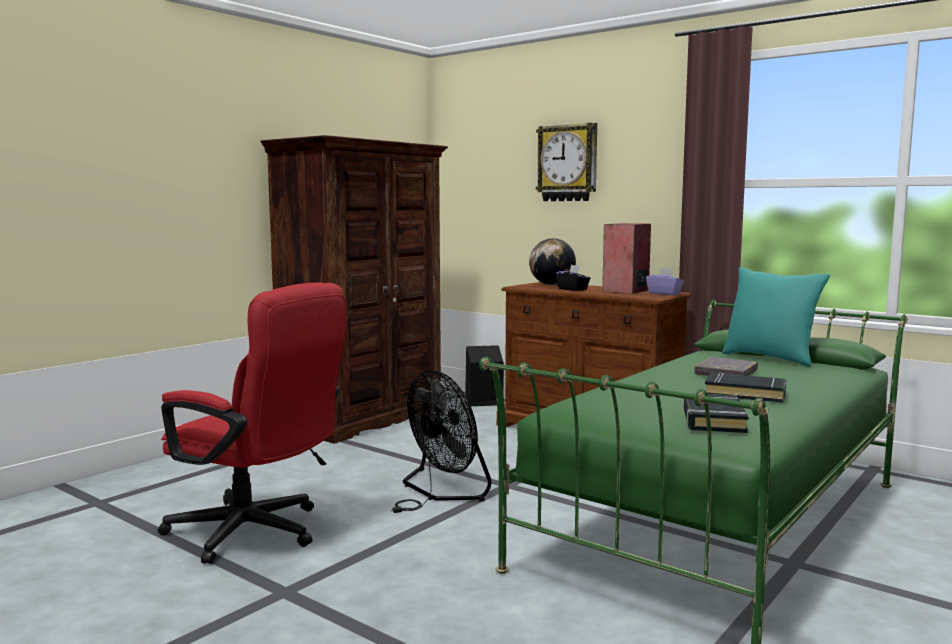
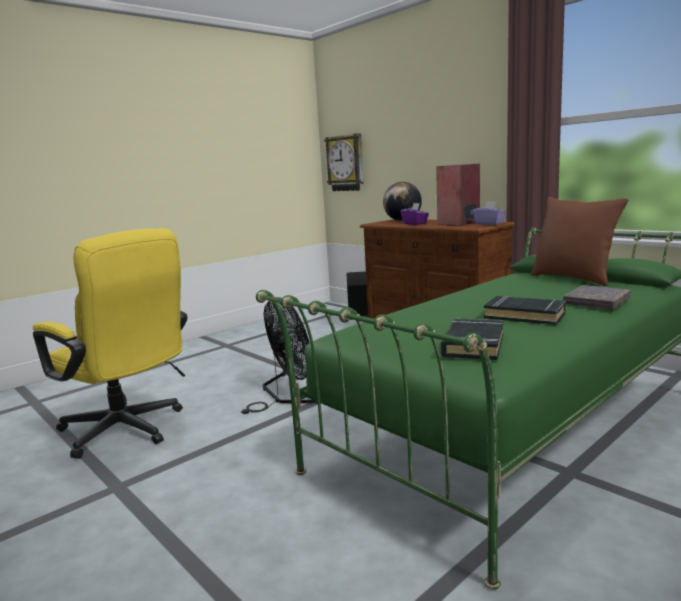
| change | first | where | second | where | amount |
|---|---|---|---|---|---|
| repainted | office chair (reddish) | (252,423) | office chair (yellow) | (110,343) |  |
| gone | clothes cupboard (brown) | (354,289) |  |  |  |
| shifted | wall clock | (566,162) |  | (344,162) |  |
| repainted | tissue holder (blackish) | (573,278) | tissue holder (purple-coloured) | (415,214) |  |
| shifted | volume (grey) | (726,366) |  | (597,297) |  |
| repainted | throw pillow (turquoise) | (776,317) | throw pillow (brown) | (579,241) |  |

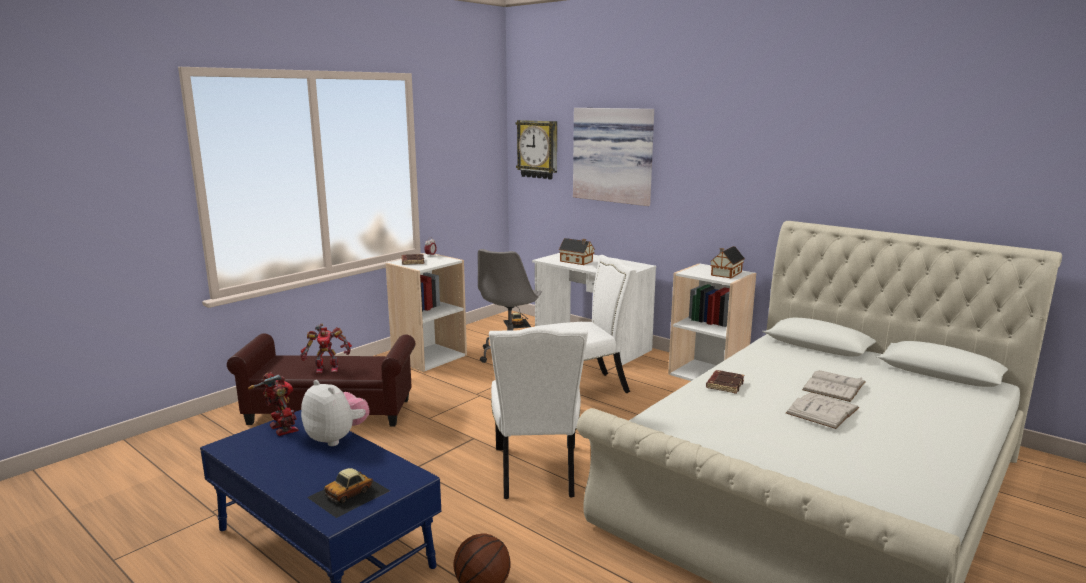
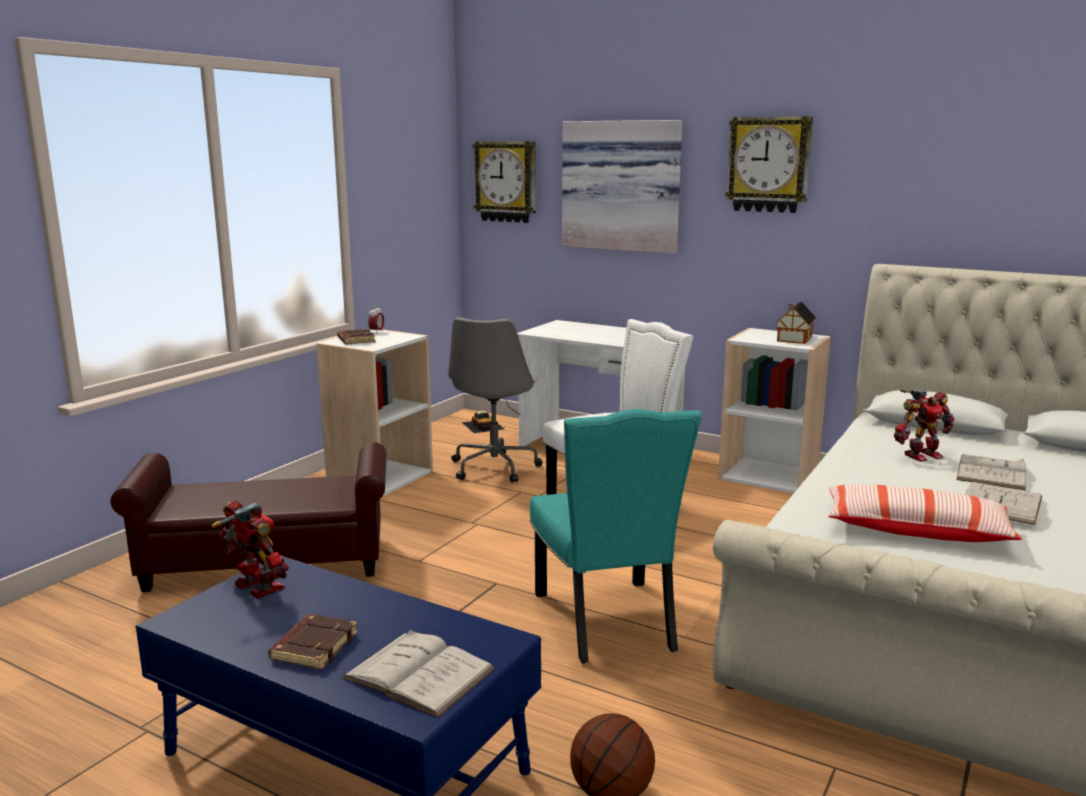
| change | first | where | second | where | amount |
|---|---|---|---|---|---|
| shifted | model robot | (326,348) |  | (924,425) |  |
| gone | soft toy | (335,413) |  |  |  |
| swapped | model car | (348,493) | volume (white) | (418,674) |  |
| repainted | plain chair (white) | (538,412) | plain chair (turquoise) | (615,536) |  |
| gone | miniature house | (577,251) |  |  |  |
| shifted | volume (brown) | (725,382) |  | (313,642) |  |
| new |  |  | wall clock | (769,164) |  |
| new |  |  | throw pillow | (925,513) |  |

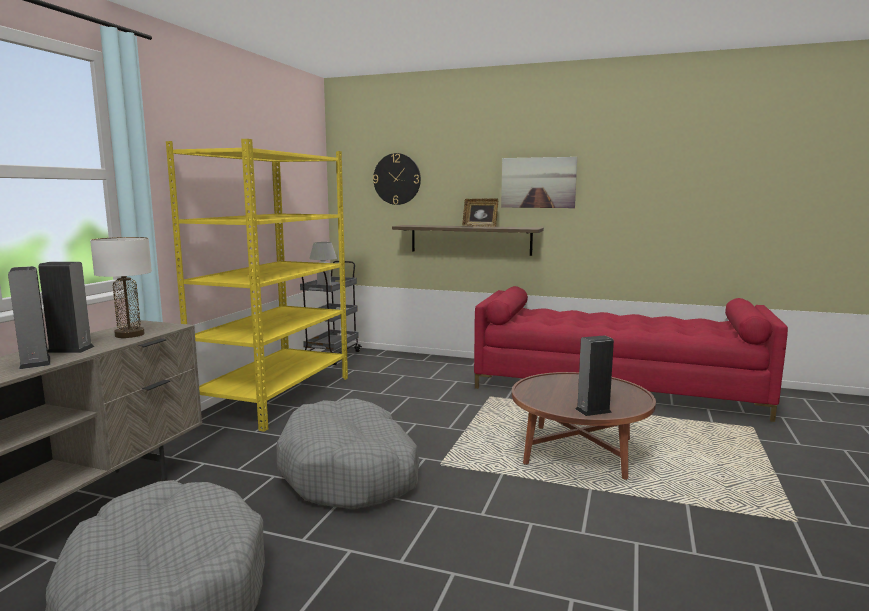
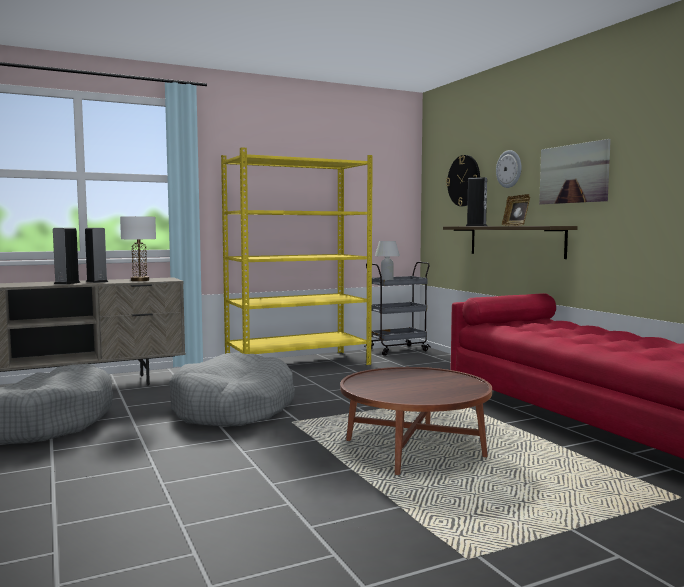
| change | first | where | second | where | amount |
|---|---|---|---|---|---|
| shifted | audio speaker | (594,375) |  | (476,201) |  |
| new |  |  | wall clock | (508,169) |  |

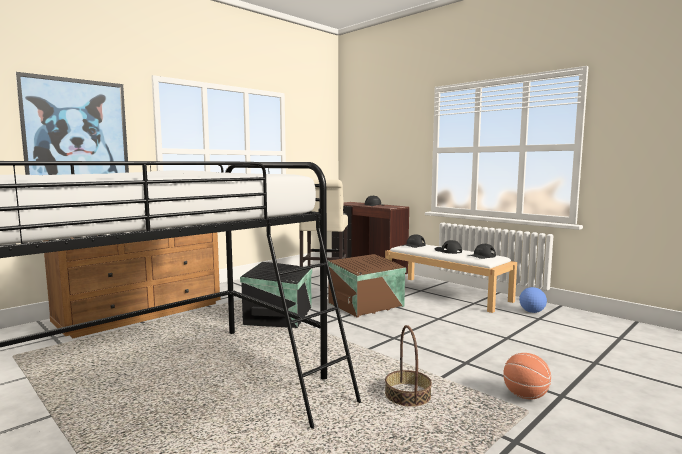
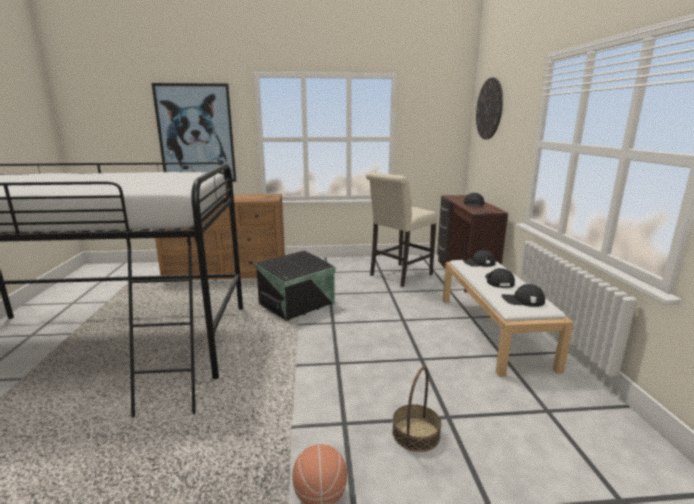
| change | first | where | second | where | amount |
|---|---|---|---|---|---|
| gone | storage container (brown) | (367,286) |  |  |  |
| shifted | storage basket | (408,366) |  | (417,409) |  |
| gone | ball for football | (533,300) |  |  |  |
| new |  |  | wall clock | (489,108) |  |

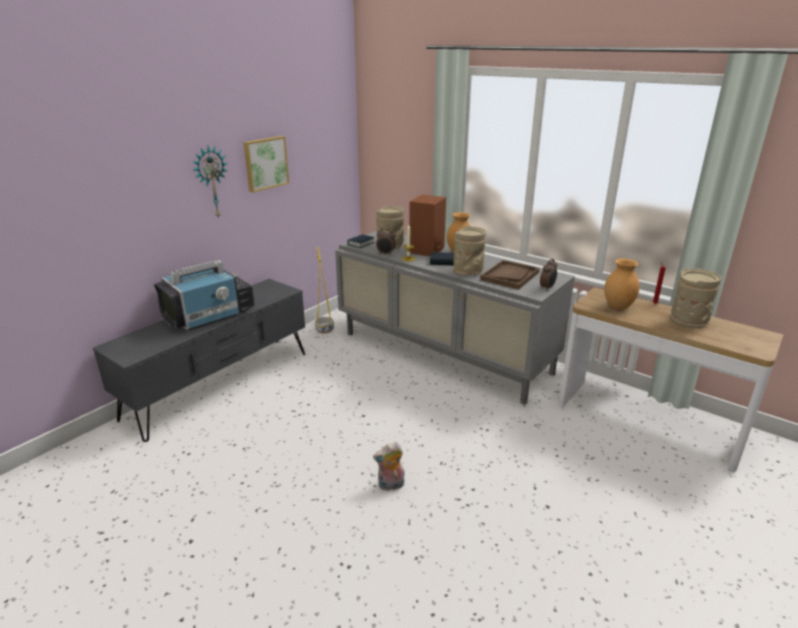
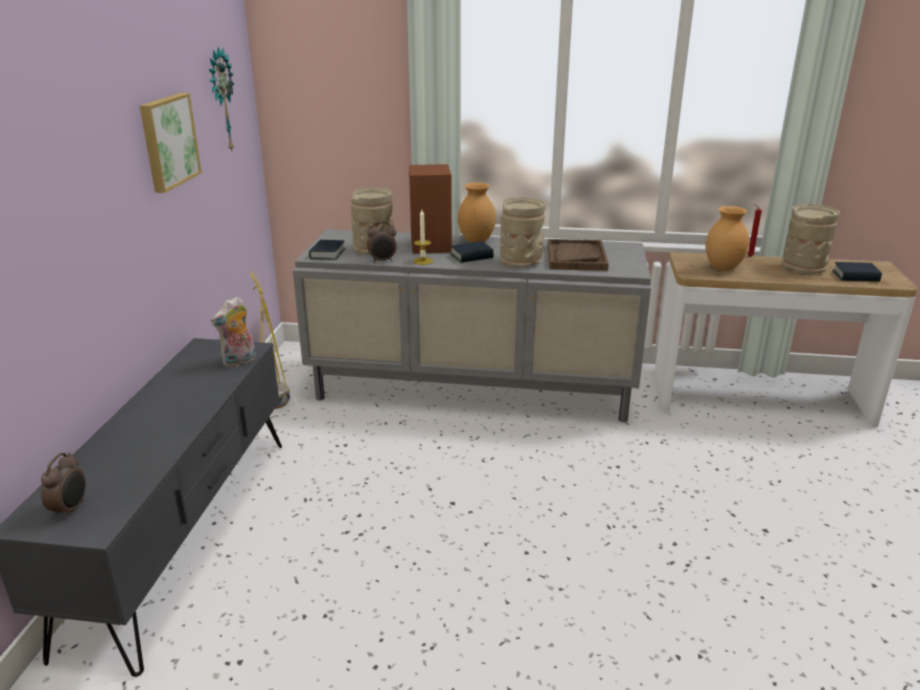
| change | first | where | second | where | amount |
|---|---|---|---|---|---|
| gone | television | (204,295) |  |  |  |
| shifted | wall clock | (210,182) |  | (221,99) |  |
| shifted | soft toy | (389,466) |  | (233,332) |  |
| shifted | alarm clock | (548,275) |  | (63,485) |  |
| new |  |  | volume | (857,272) |  |

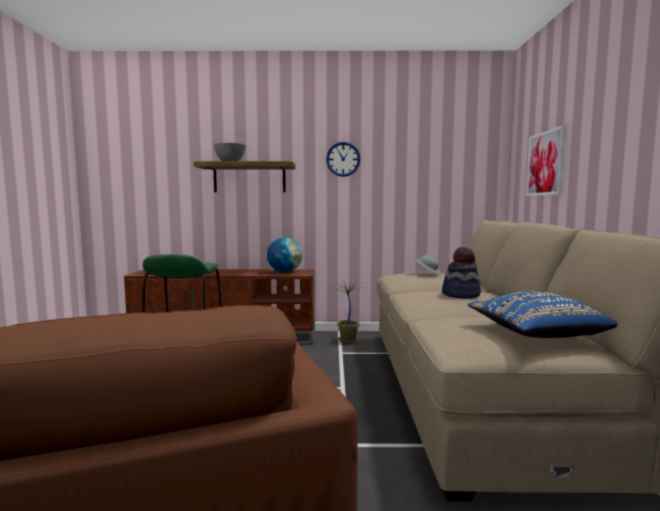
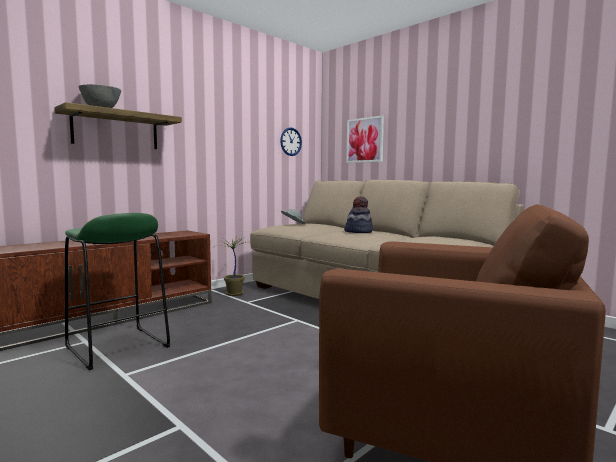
| change | first | where | second | where | amount |
|---|---|---|---|---|---|
| gone | globe | (284,255) |  |  |  |
| shifted | wall clock | (343,159) |  | (291,141) |  |
| gone | throw pillow (blue) | (542,314) |  |  |  |

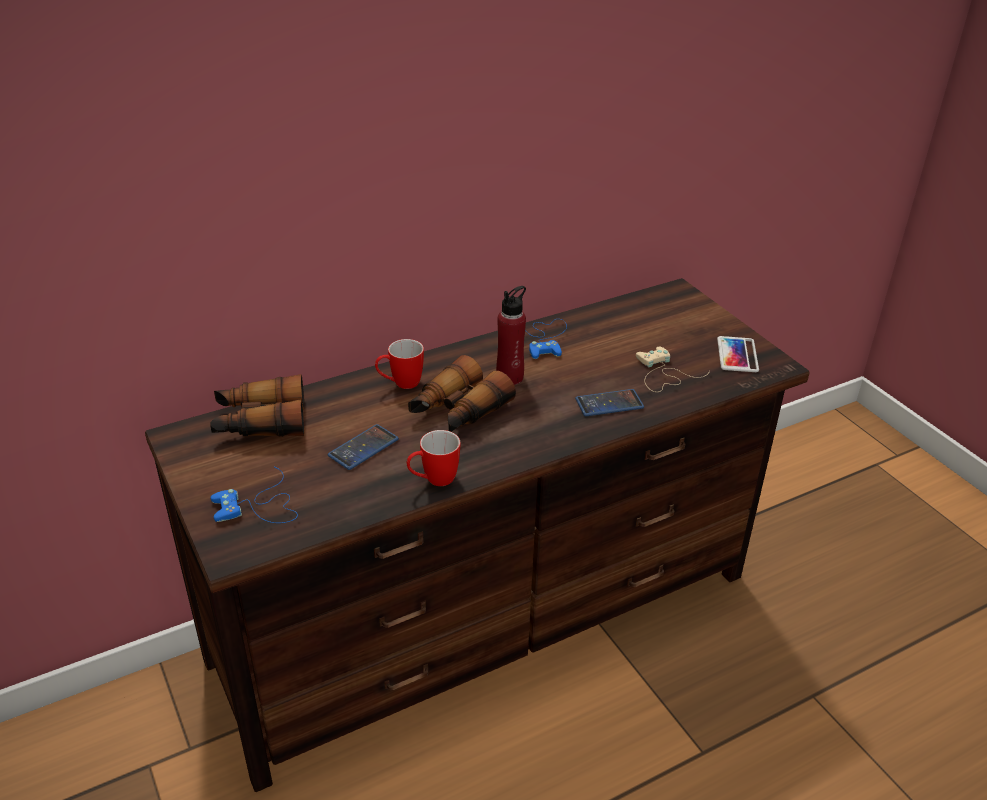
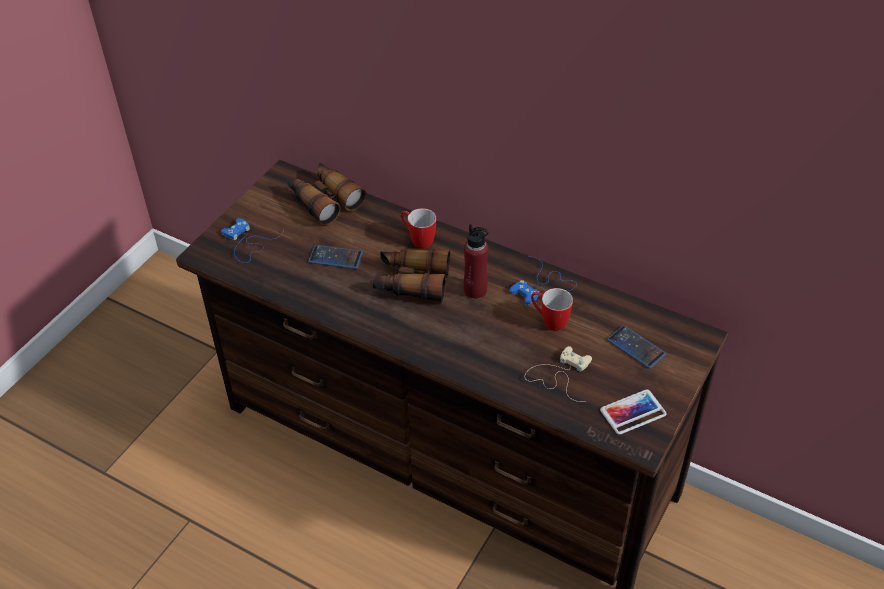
| change | first | where | second | where | amount |
|---|---|---|---|---|---|
| shifted | tea mug | (433,458) |  | (552,309) |  |
| shifted | telephone | (609,402) |  | (636,347) |  |

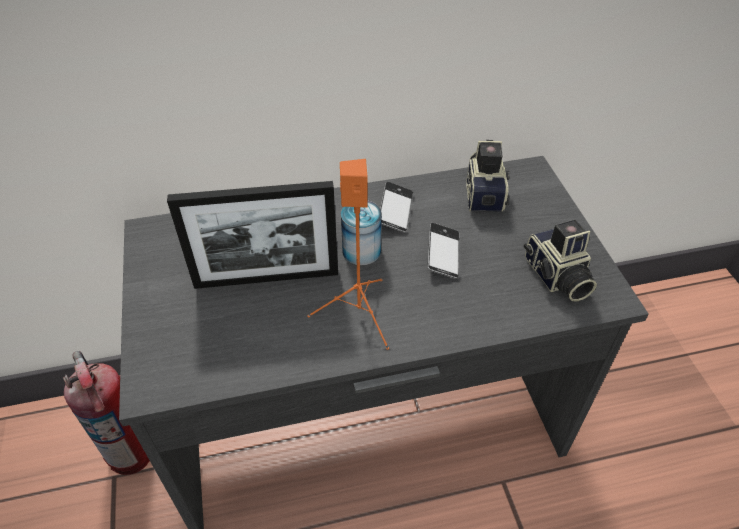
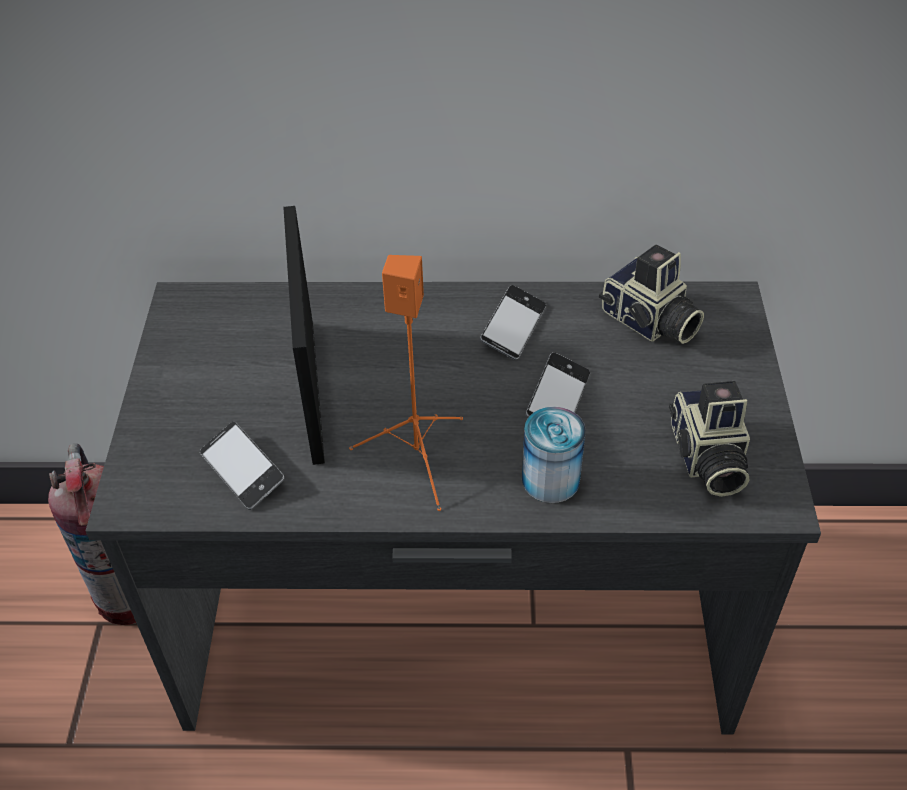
| change | first | where | second | where | amount |
|---|---|---|---|---|---|
| rotated | picture frame | (252,235) |  | (304,335) | 75 degrees clockwise |
| shifted | metal can | (361,233) |  | (554,455) |  |
| rotated | photo camera | (487,176) |  | (651,294) | 120 degrees clockwise |
| new |  |  | telephone | (242,466) |  |

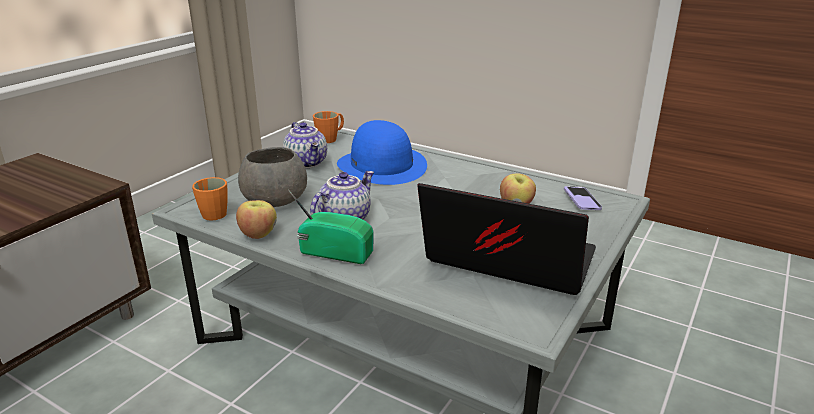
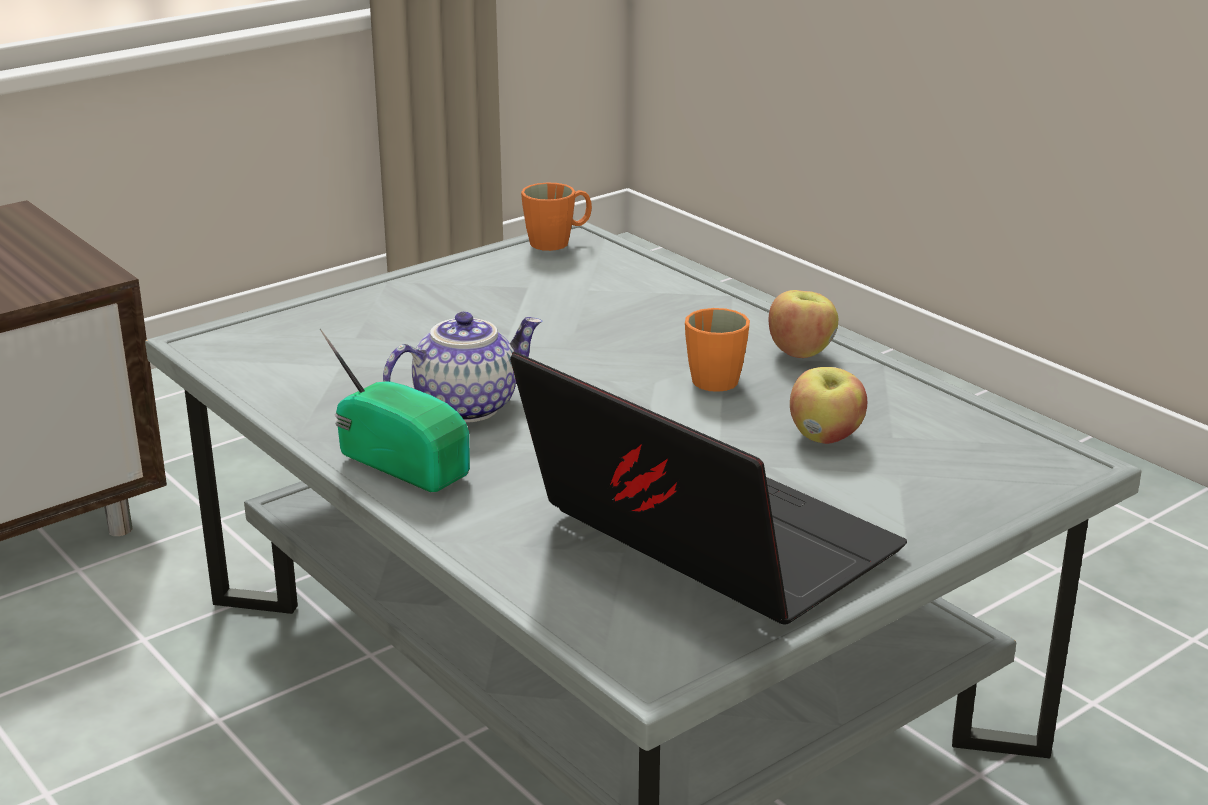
| change | first | where | second | where | amount |
|---|---|---|---|---|---|
| shifted | tea mug (orange-coloured) | (209,199) |  | (717,350) |  |
| shifted | whole apple | (256,219) |  | (803,324) |  |
| gone | serving bowl (grey) | (272,177) |  |  |  |
| gone | tea pot | (305,145) |  |  |  |
| gone | clothing hat (blue) | (382,152) |  |  |  |
| gone | telephone | (583,198) |  |  |  |

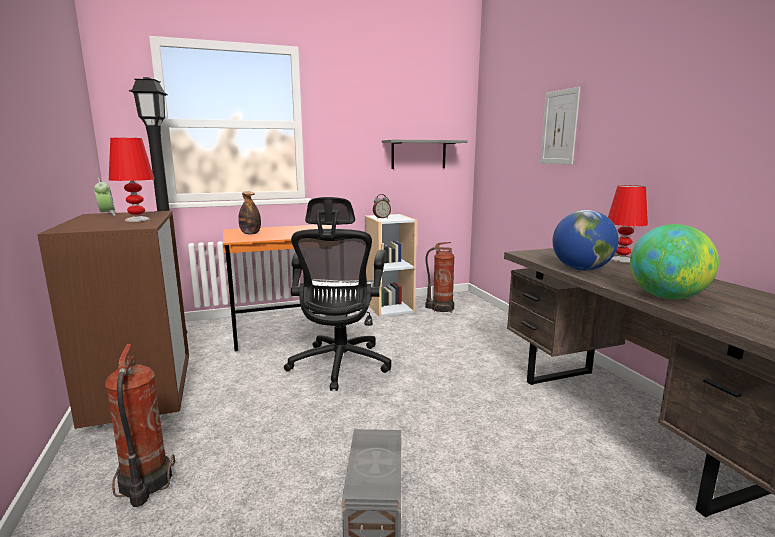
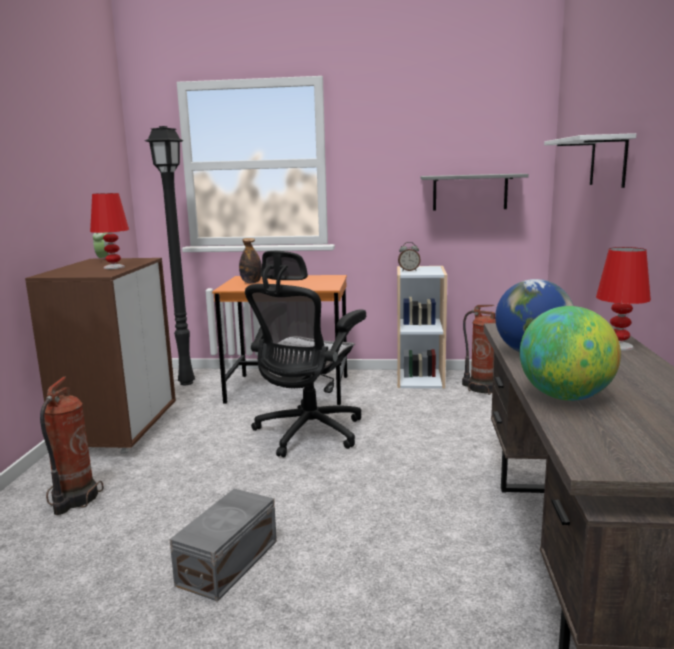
| change | first | where | second | where | amount |
|---|---|---|---|---|---|
| swapped | picture | (560,125) | shelf (white) | (590,160) |  |

